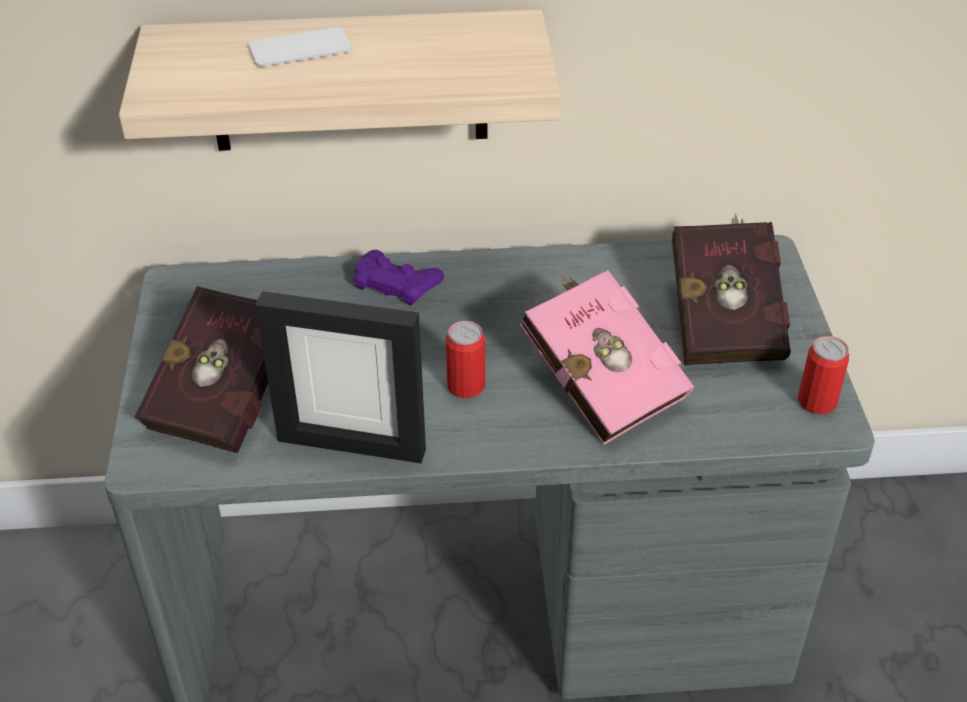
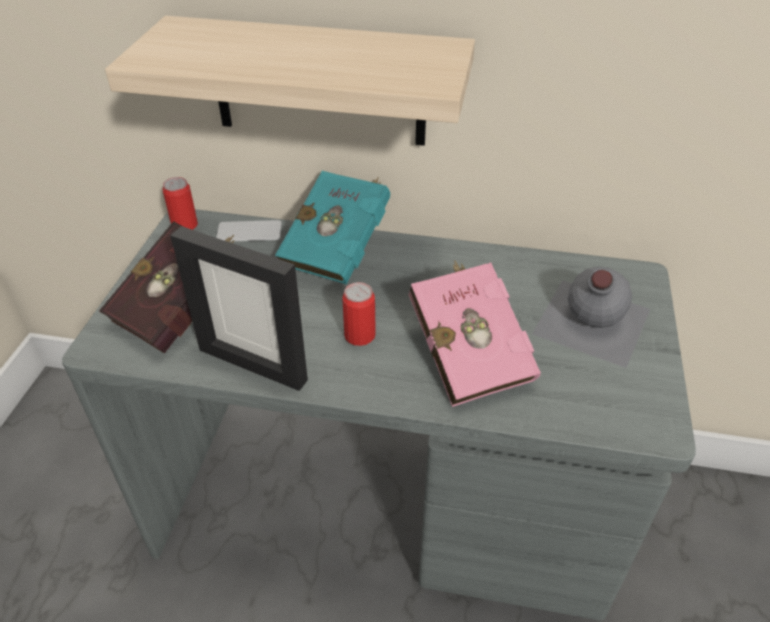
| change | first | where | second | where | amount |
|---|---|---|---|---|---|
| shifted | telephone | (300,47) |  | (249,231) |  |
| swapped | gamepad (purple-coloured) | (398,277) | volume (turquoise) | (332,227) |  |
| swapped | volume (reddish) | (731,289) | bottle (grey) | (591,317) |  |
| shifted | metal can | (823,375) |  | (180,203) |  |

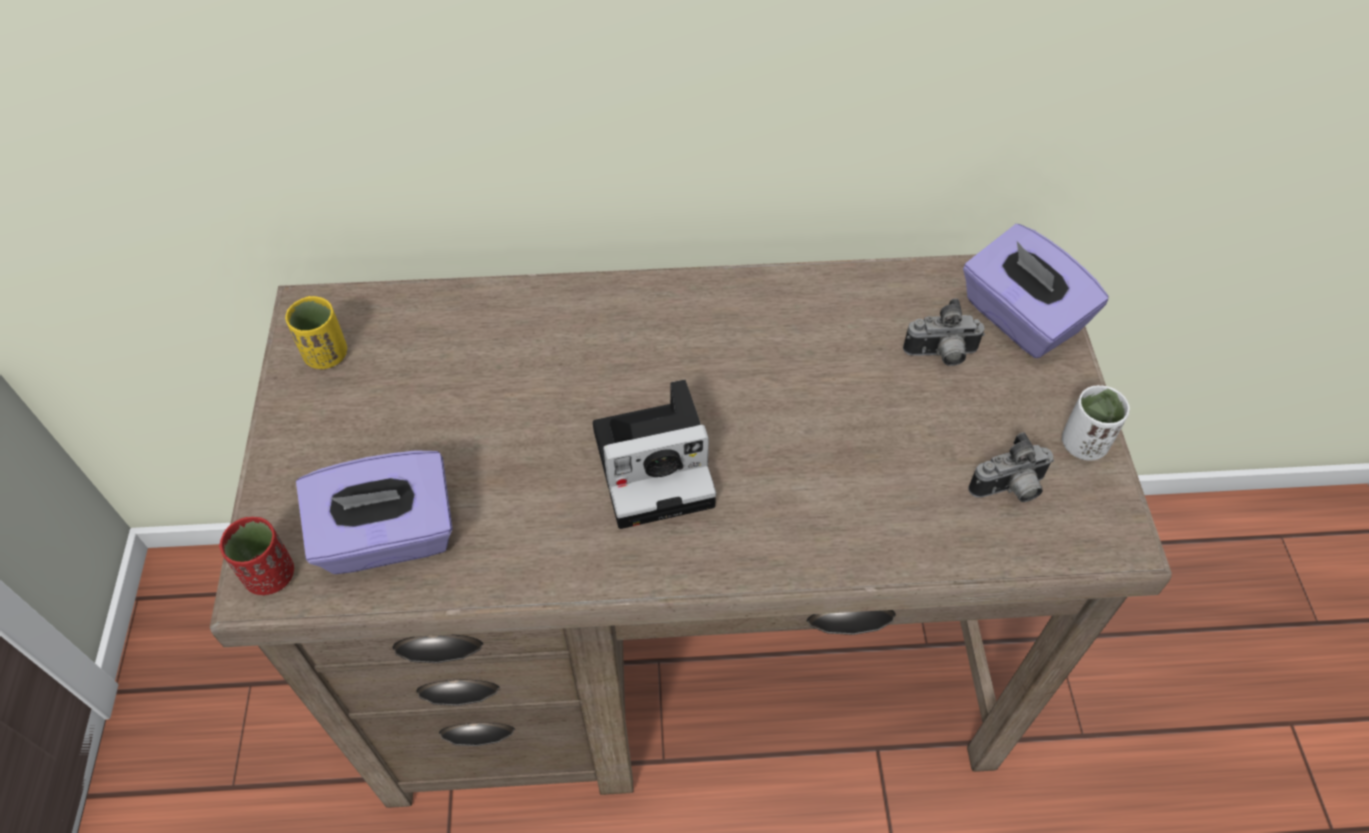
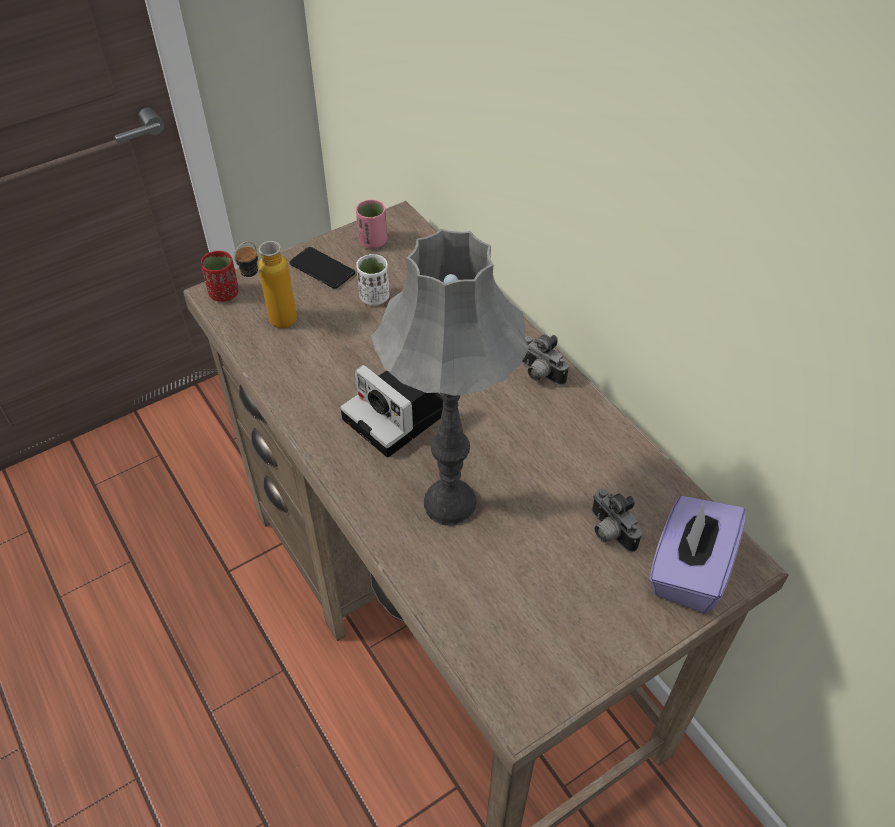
| change | first | where | second | where | amount |
|---|---|---|---|---|---|
| repainted | small cup (yellow) | (316,332) | small cup (pink) | (371,224) |  |
| swapped | tissue holder (purple-coloured) | (374,512) | bottle | (265,284) |  |
| shifted | photo camera | (1011,467) |  | (545,360) |  |
| shifted | small cup (white) | (1096,423) |  | (372,279) |  |
| new |  |  | telephone | (322,268) |  |
| new |  |  | tabletop lamp (grey) | (449,377) |  |

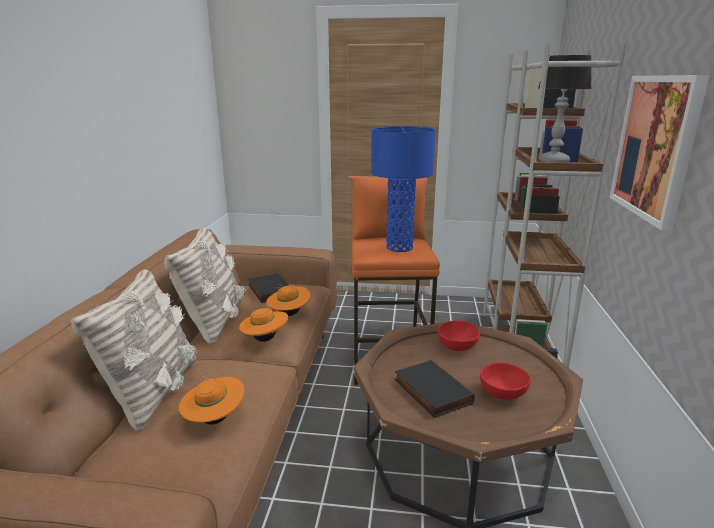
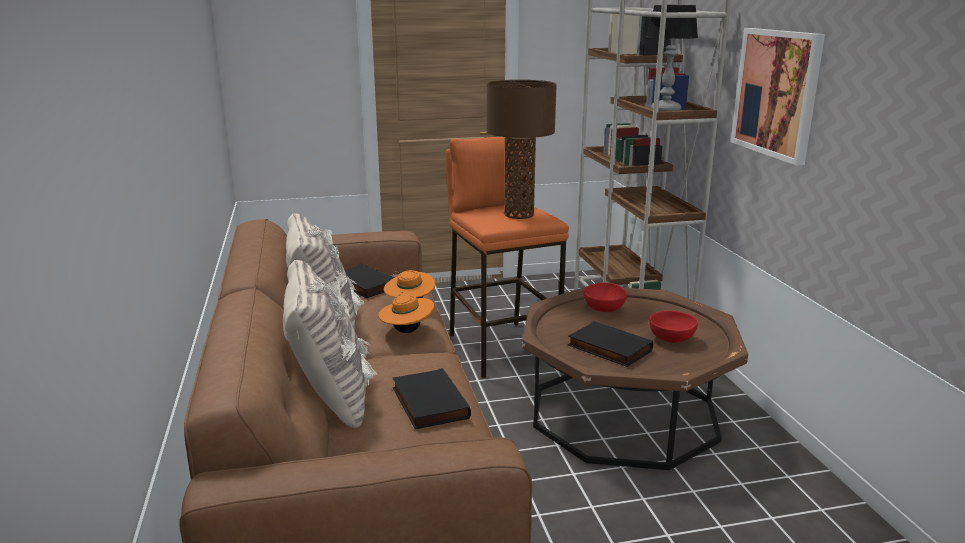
| change | first | where | second | where | amount |
|---|---|---|---|---|---|
| swapped | clothing hat (orange-coloured) | (212,400) | volume (blackish) | (432,398) |  |
| repainted | tabletop lamp (blue) | (403,189) | tabletop lamp (brown) | (522,149) |  |

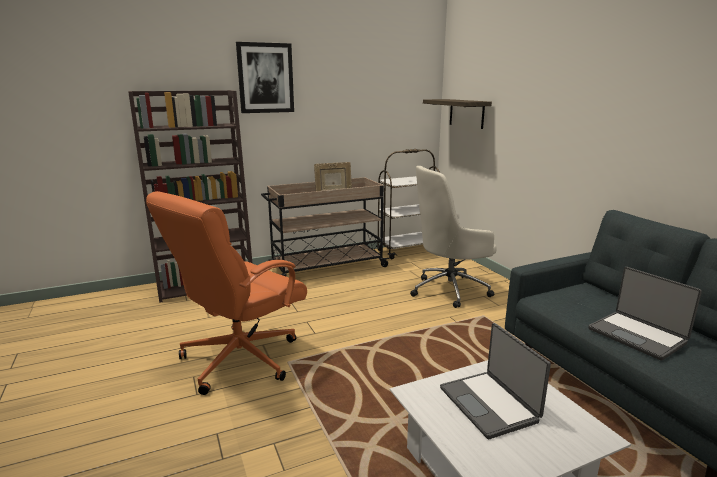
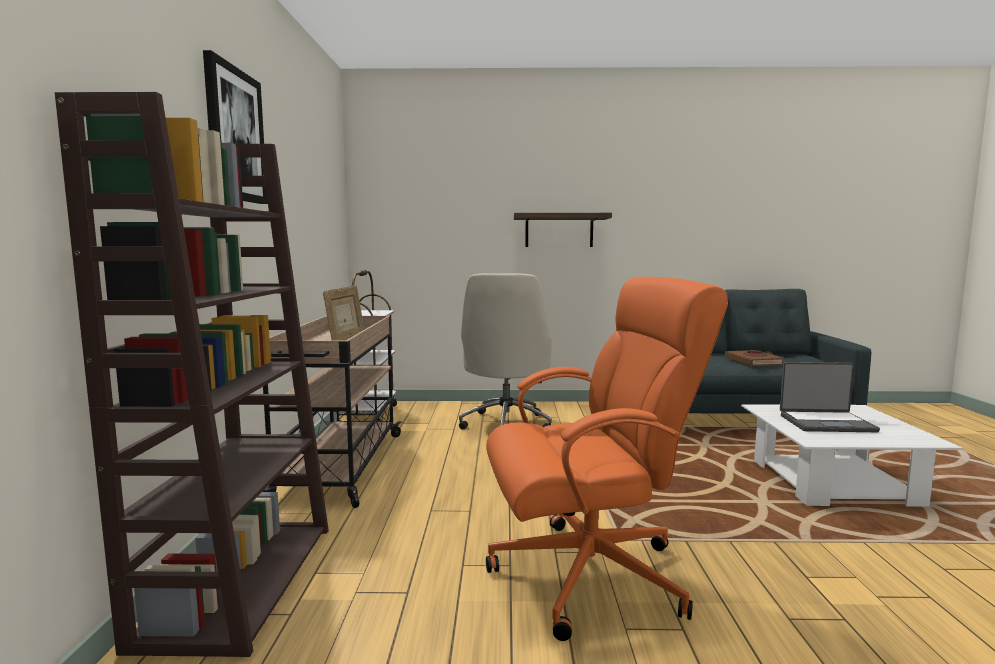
| change | first | where | second | where | amount |
|---|---|---|---|---|---|
| rotated | office chair (orange-coloured) | (226,293) |  | (607,459) | 75 degrees counterclockwise |
| shifted | shelf | (457,114) |  | (563,230) |  |
| swapped | notebook computer | (645,314) | volume (brown) | (754,358) |  |

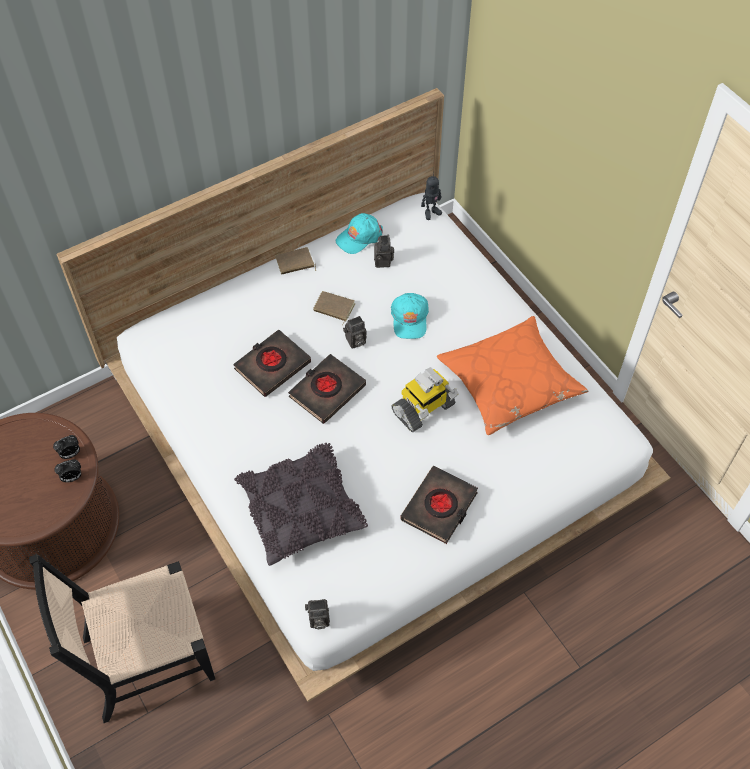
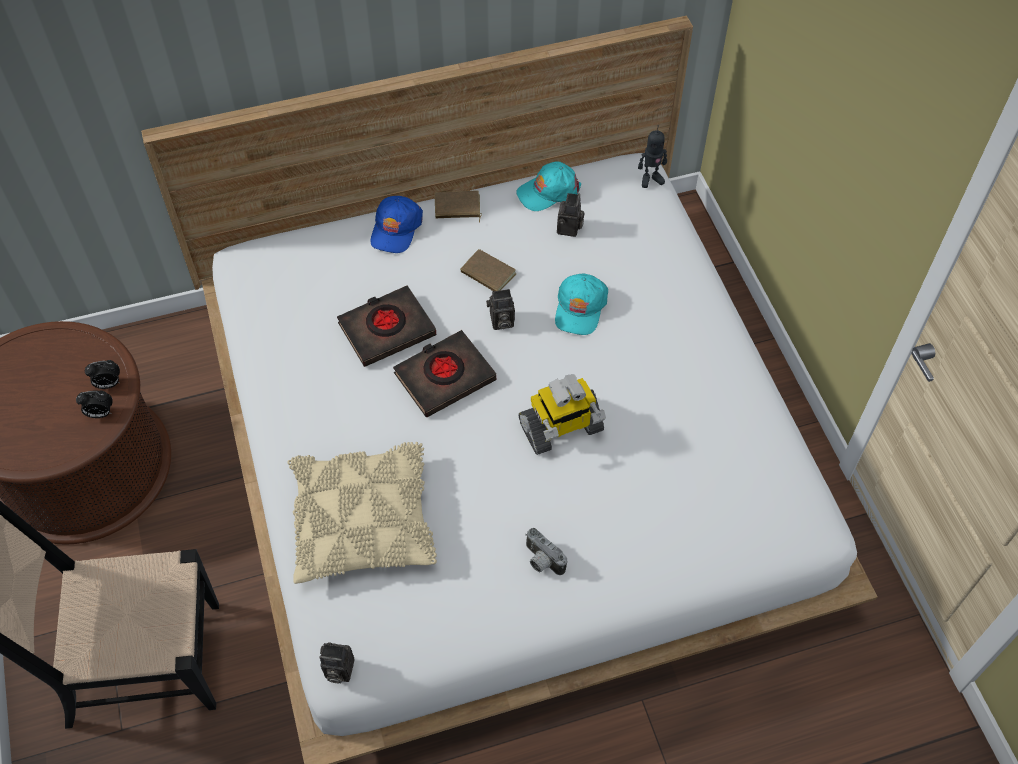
| change | first | where | second | where | amount |
|---|---|---|---|---|---|
| repainted | throw pillow (blackish) | (301,504) | throw pillow (sand-coloured) | (362,513) |  |
| swapped | volume (blackish) | (439,505) | photo camera | (546,551) |  |
| gone | throw pillow (orange-coloured) | (512,375) |  |  |  |
| new |  |  | cap (blue) | (396,224) |  |

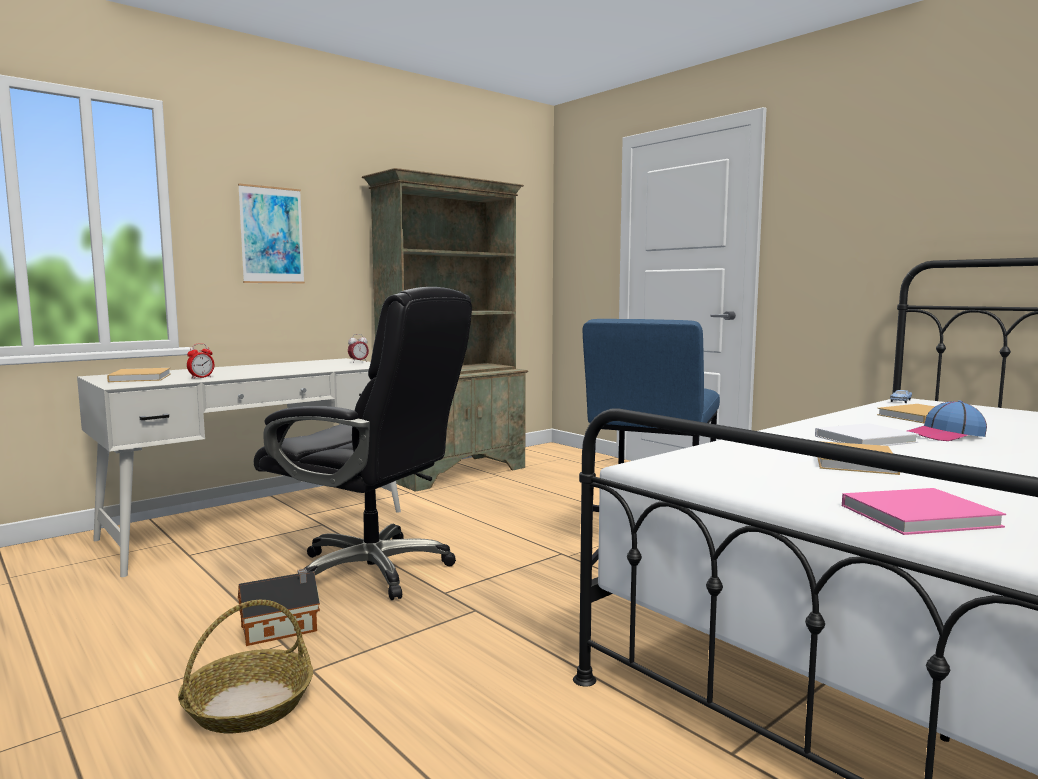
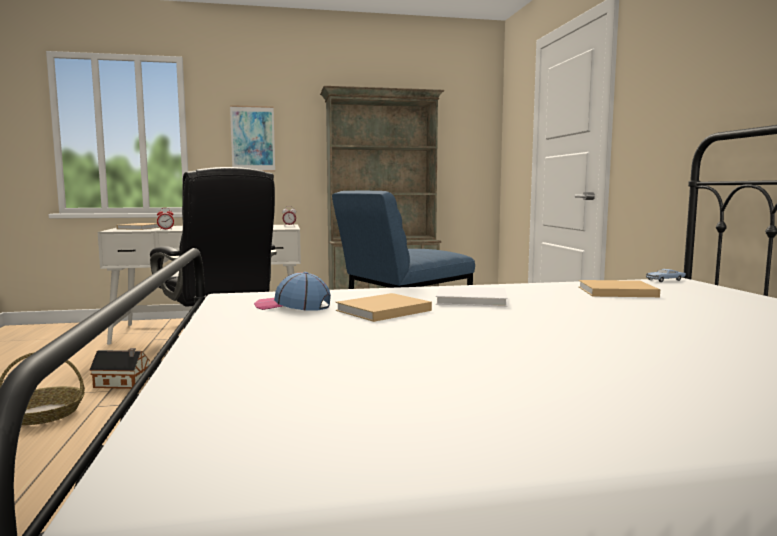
| change | first | where | second | where | amount |
|---|---|---|---|---|---|
| gone | volume (pink) | (924,511) |  |  |  |
| shifted | cap | (947,421) |  | (292,291) |  |

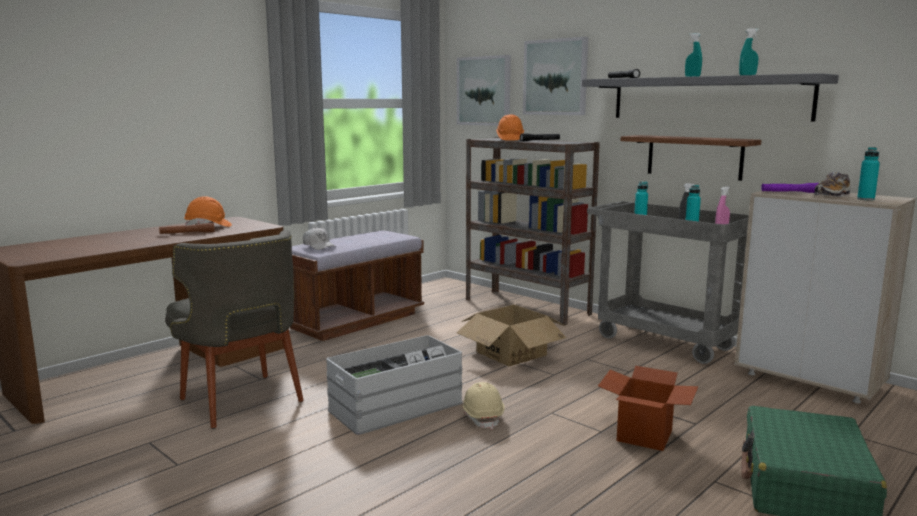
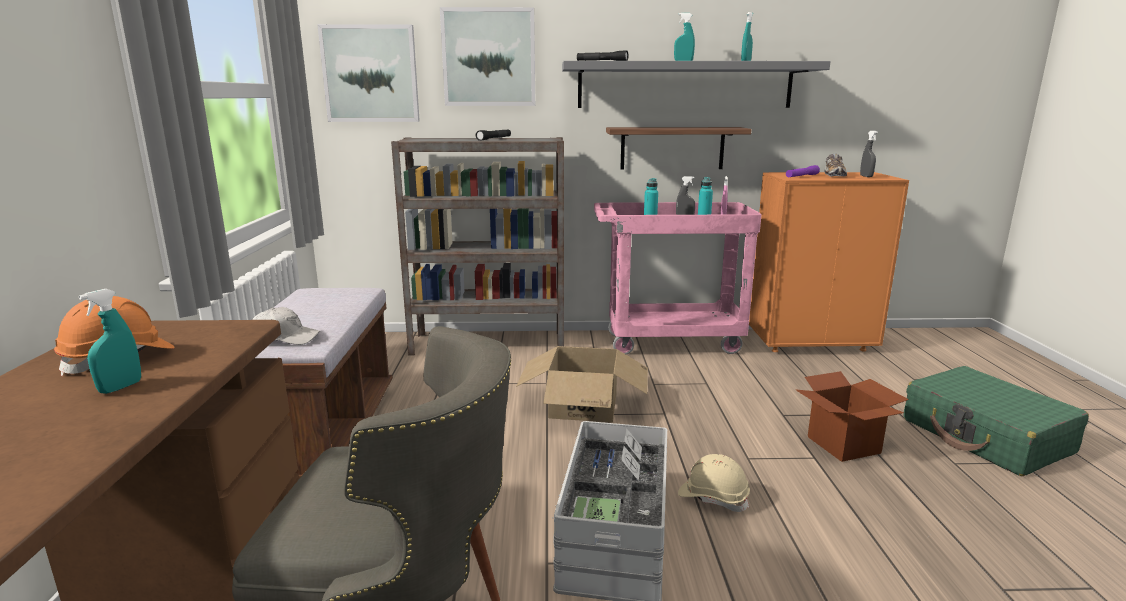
| change | first | where | second | where | amount |
|---|---|---|---|---|---|
| swapped | hand torch (brown) | (187,228) | hand sprayer (turquoise) | (110,341) |  |
| gone | work helmet (orange-coloured) | (510,127) |  |  |  |
| repainted | trolley (grey) | (668,282) | trolley (pink) | (677,278) |  |
| repainted | cupboard (sand-coloured) | (825,297) | cupboard (orange-coloured) | (829,262) |  |
| swapped | bottle (turquoise) | (868,173) | hand sprayer (grey) | (869,154) |  |

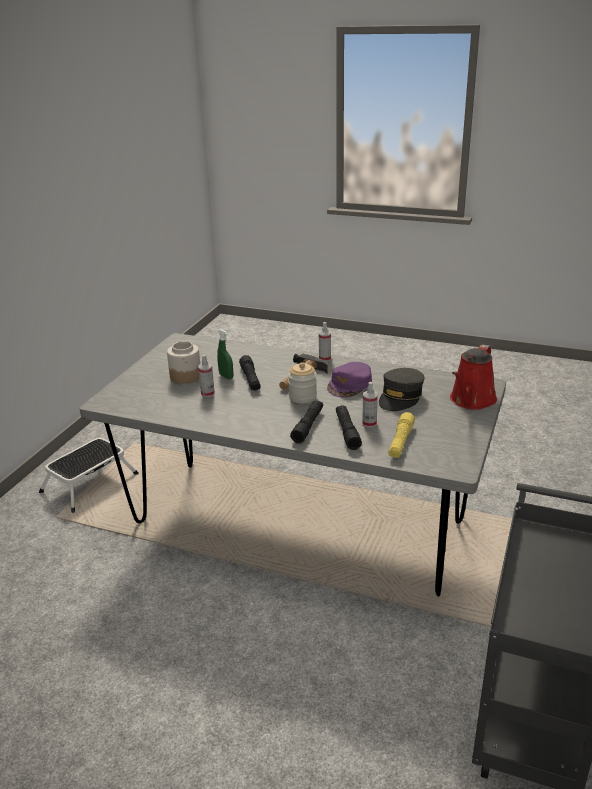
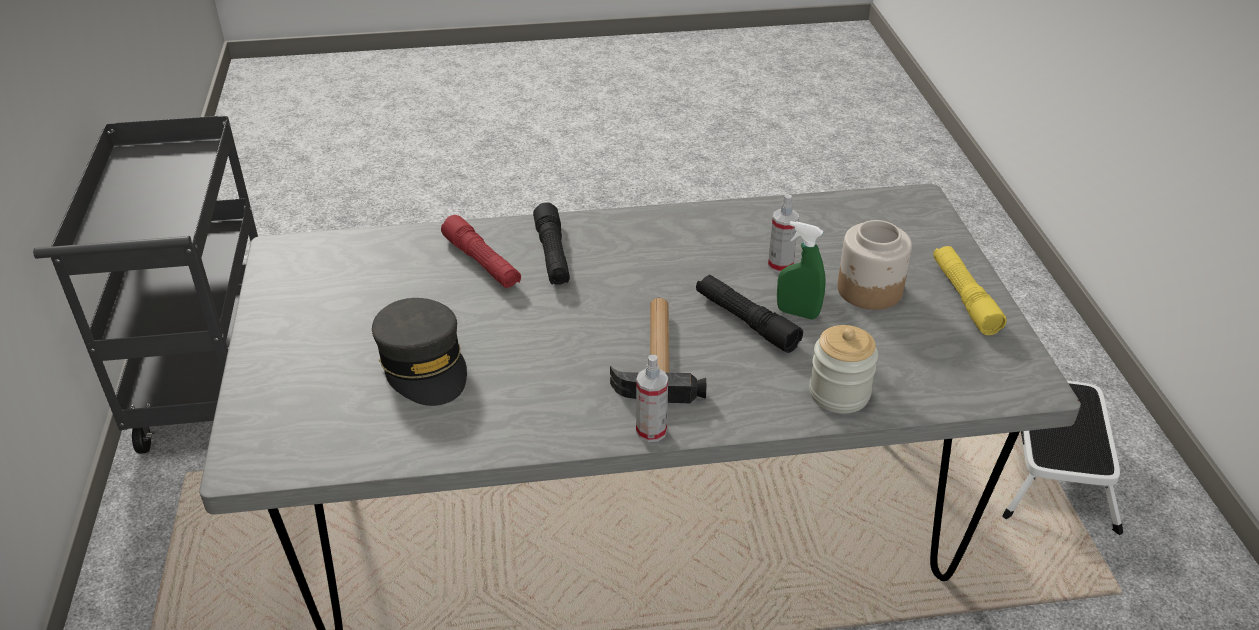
| change | first | where | second | where | amount |
|---|---|---|---|---|---|
| shifted | jar | (302,383) |  | (843,369) |  |
| gone | cap (purple-coloured) | (349,380) |  |  |  |
| repainted | hand torch (blackish) | (349,427) | hand torch (reddish) | (481,251) |  |
| gone | hand sprayer | (370,405) |  |  |  |
| rotated | cap (grey) | (402,389) |  | (419,352) | 150 degrees clockwise |
| shifted | hand torch (yellow) | (401,435) |  | (970,290) |  |
| gone | watering pot (reddish) | (473,377) |  |  |  |

